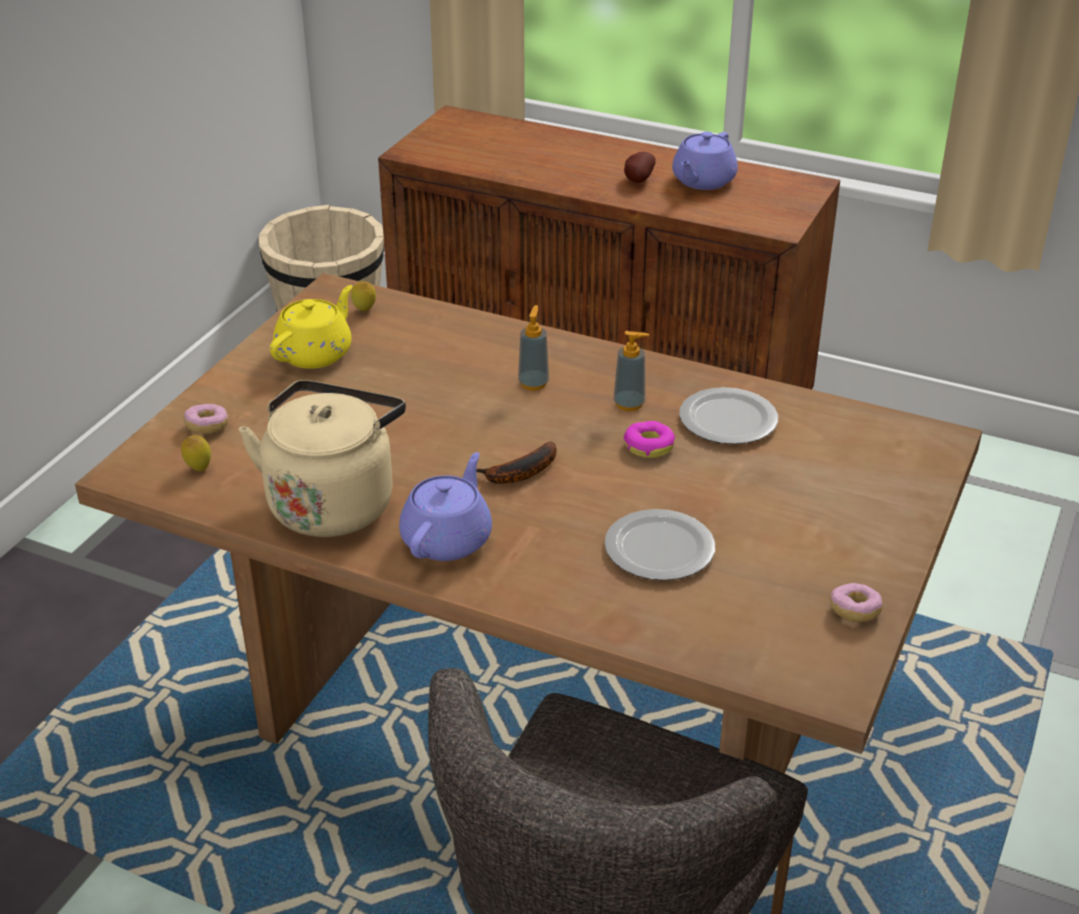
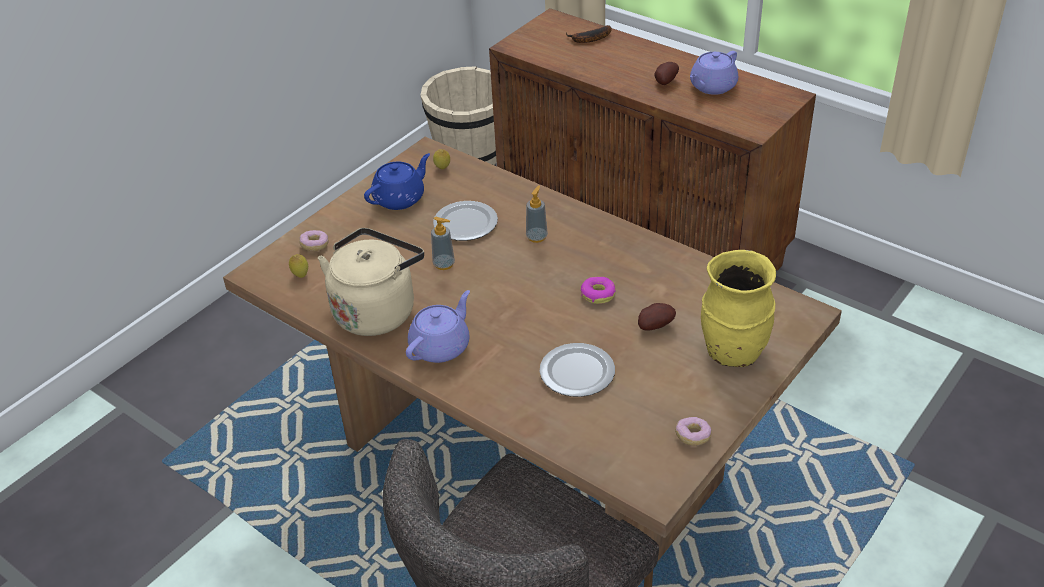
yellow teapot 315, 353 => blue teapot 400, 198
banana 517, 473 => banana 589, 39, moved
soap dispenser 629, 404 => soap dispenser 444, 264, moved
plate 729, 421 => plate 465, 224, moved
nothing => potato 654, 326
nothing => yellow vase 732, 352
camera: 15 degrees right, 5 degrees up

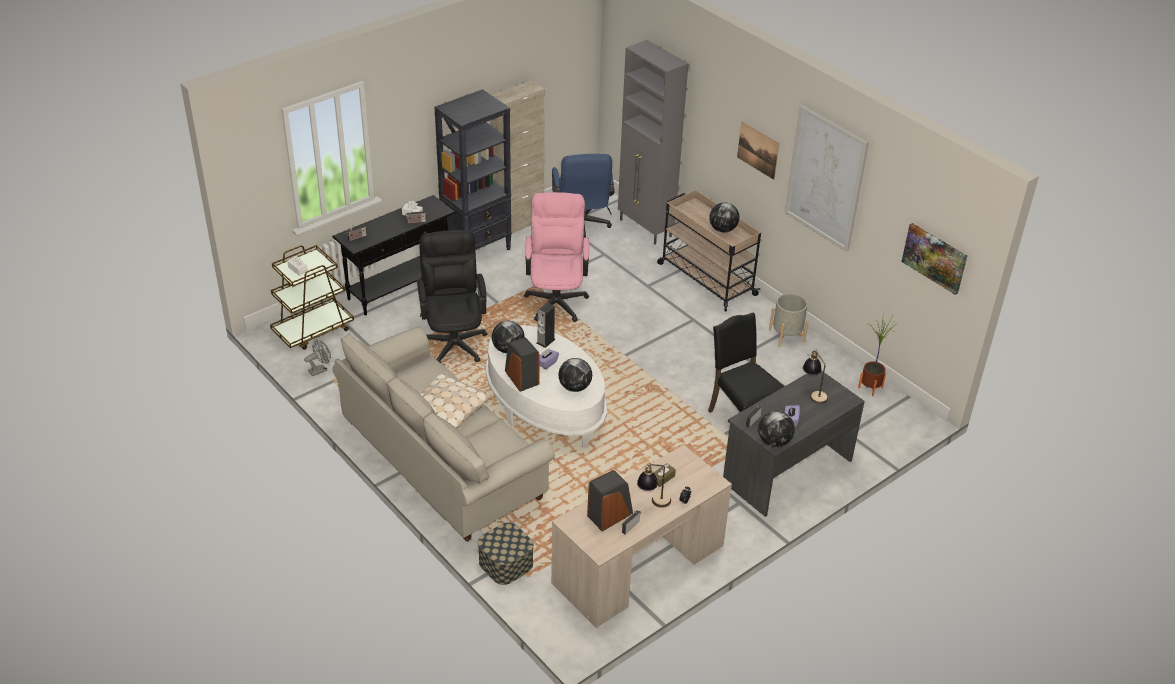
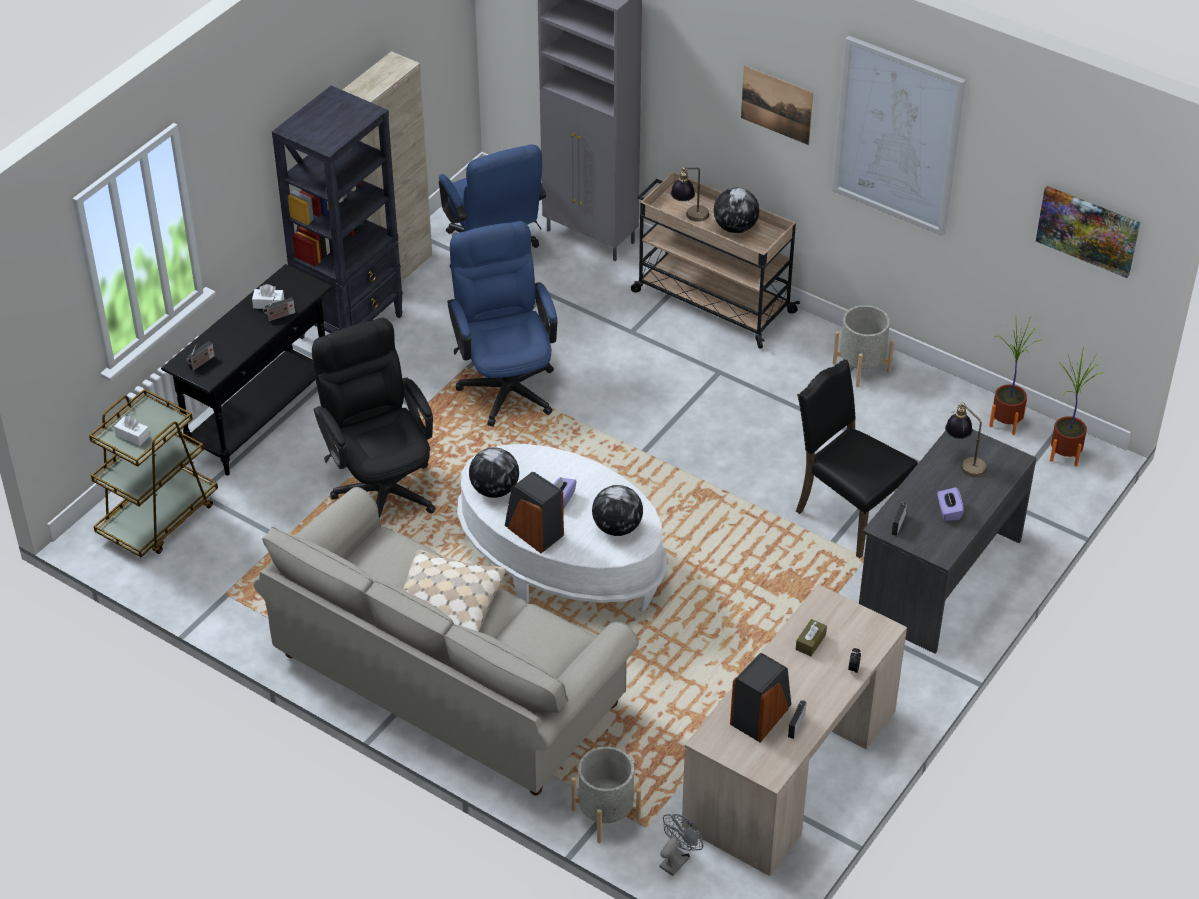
grey fan 320, 370 => grey fan 677, 859, moved
storage box 506, 563 => grey planter 606, 815
pink office chair 556, 298 => blue office chair 506, 383
speaker 545, 341 => nothing
table lamp 653, 502 => table lamp 689, 218, moved
globe 774, 442 => nothing
nothing => potted plant 1065, 455
camera: 15 degrees left, 5 degrees up

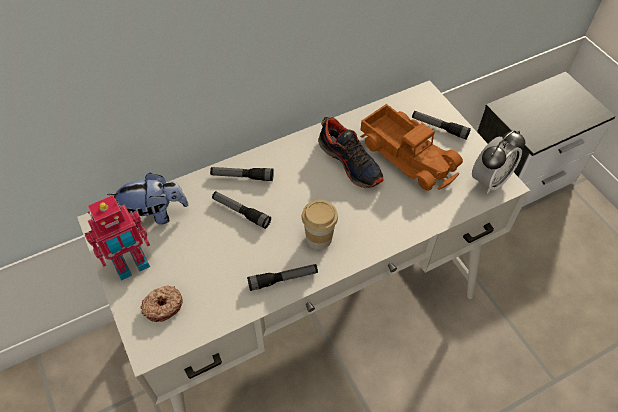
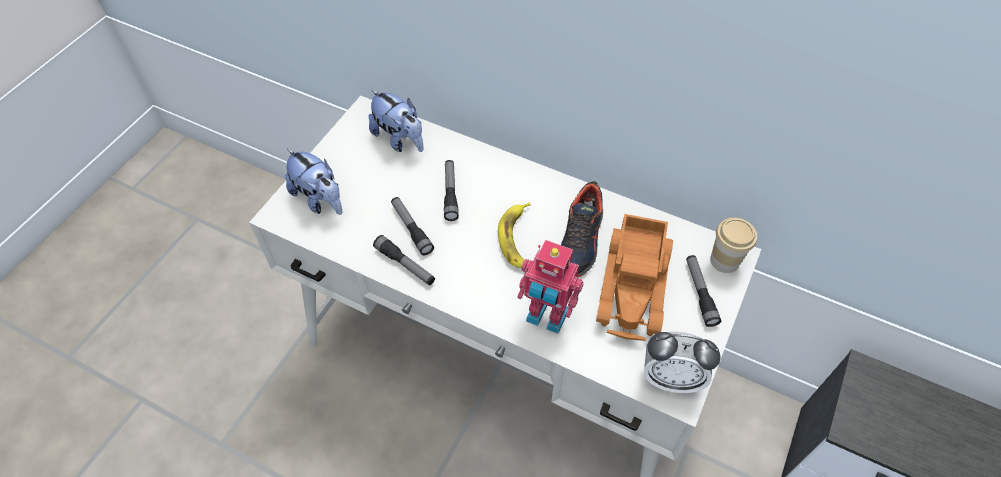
toy robot 131, 265 => toy robot 546, 317, moved
donut 163, 306 => plush toy 320, 199
flashlight 242, 176 => flashlight 411, 228, moved
cup 319, 238 => cup 724, 261, moved
nothing => banana 517, 239
camera: 55 degrees right, 0 degrees up

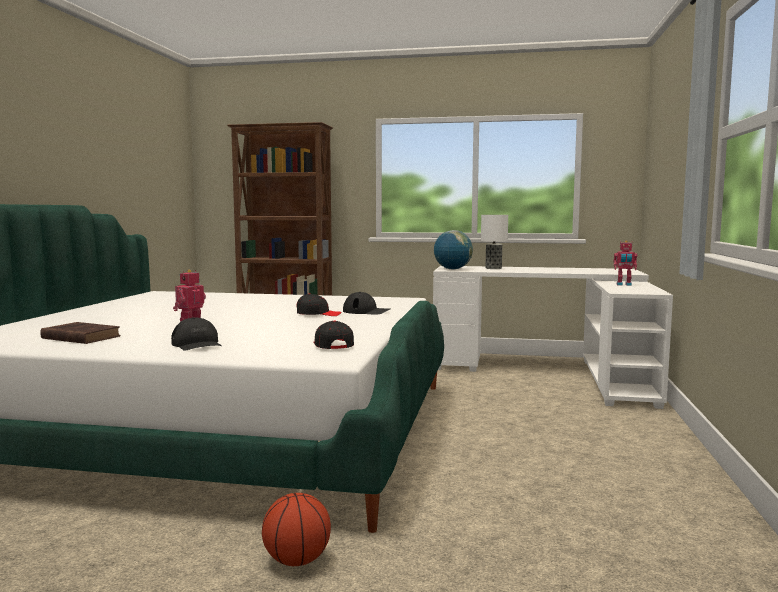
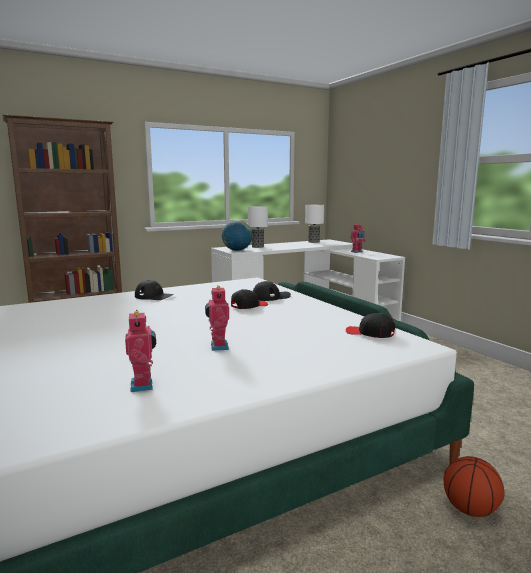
brown book 79, 337 => toy robot 143, 385
black cap 197, 344 => black cap 154, 296, moved
nothing => table lamp 313, 242
camera: 40 degrees left, 5 degrees up

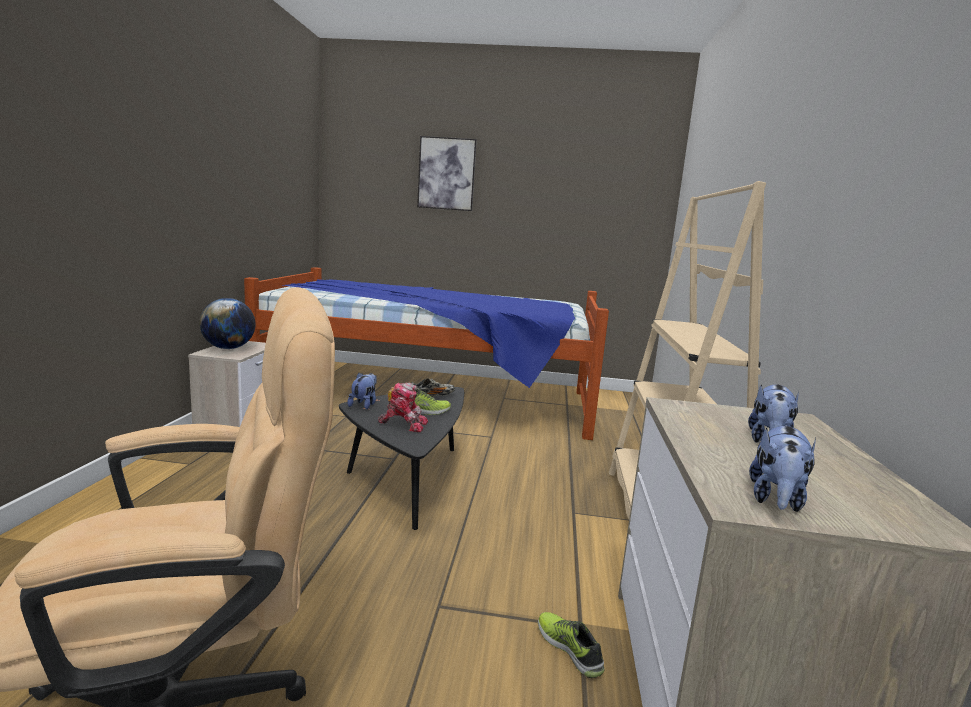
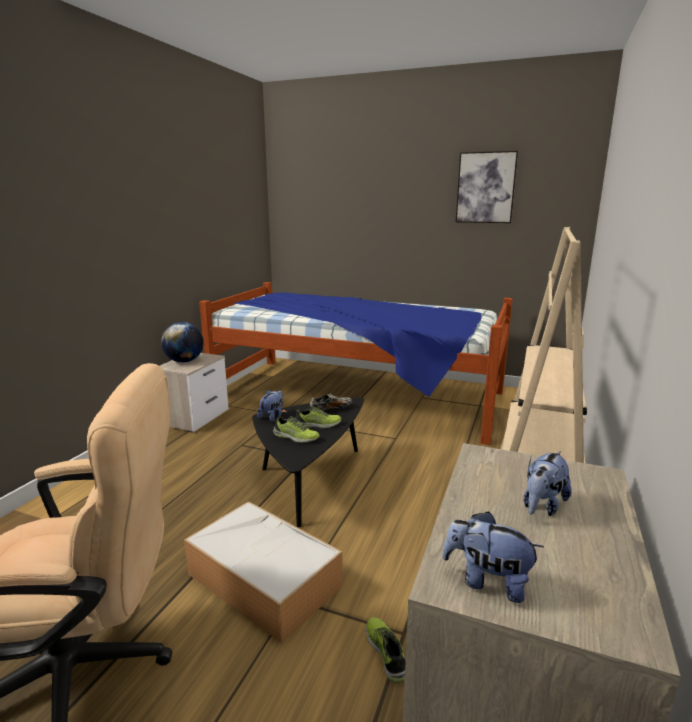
toy robot 403, 424 => shoe 295, 437
picture 446, 174 => picture 485, 187, moved
plush toy 776, 500 => plush toy 487, 581, 75 degrees clockwise
nothing => storage box 261, 579
camera: 15 degrees right, 5 degrees up

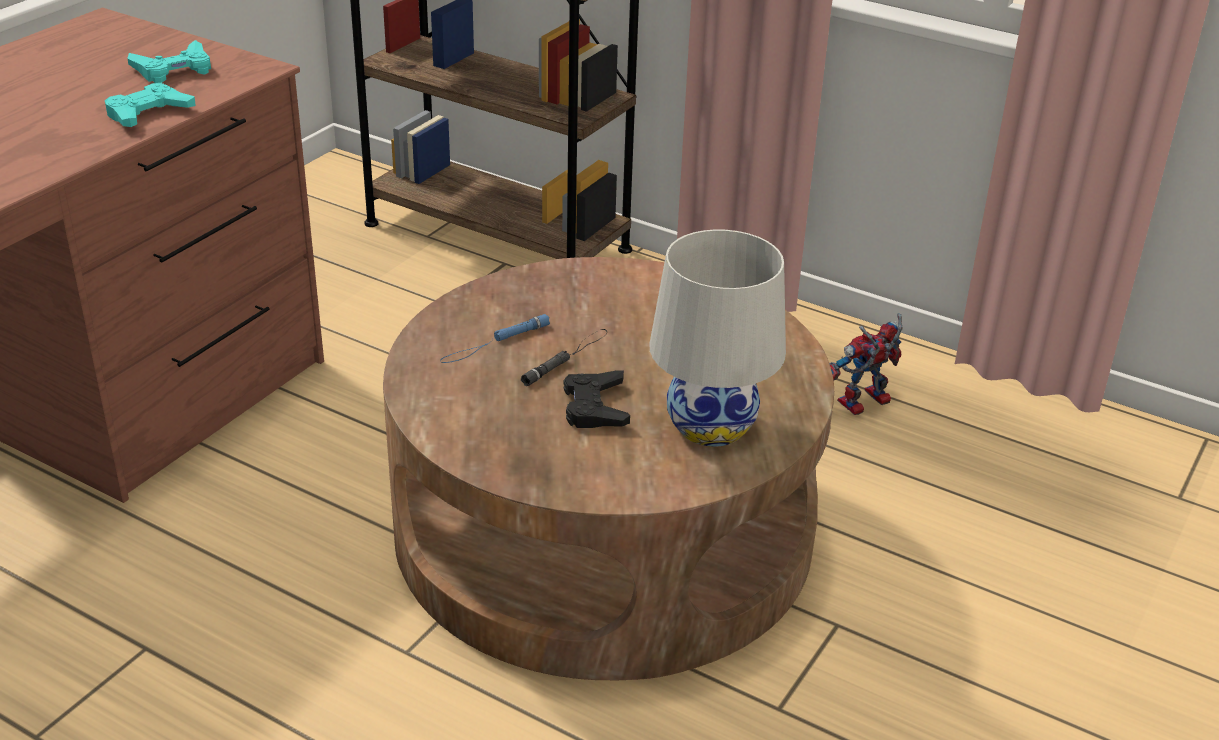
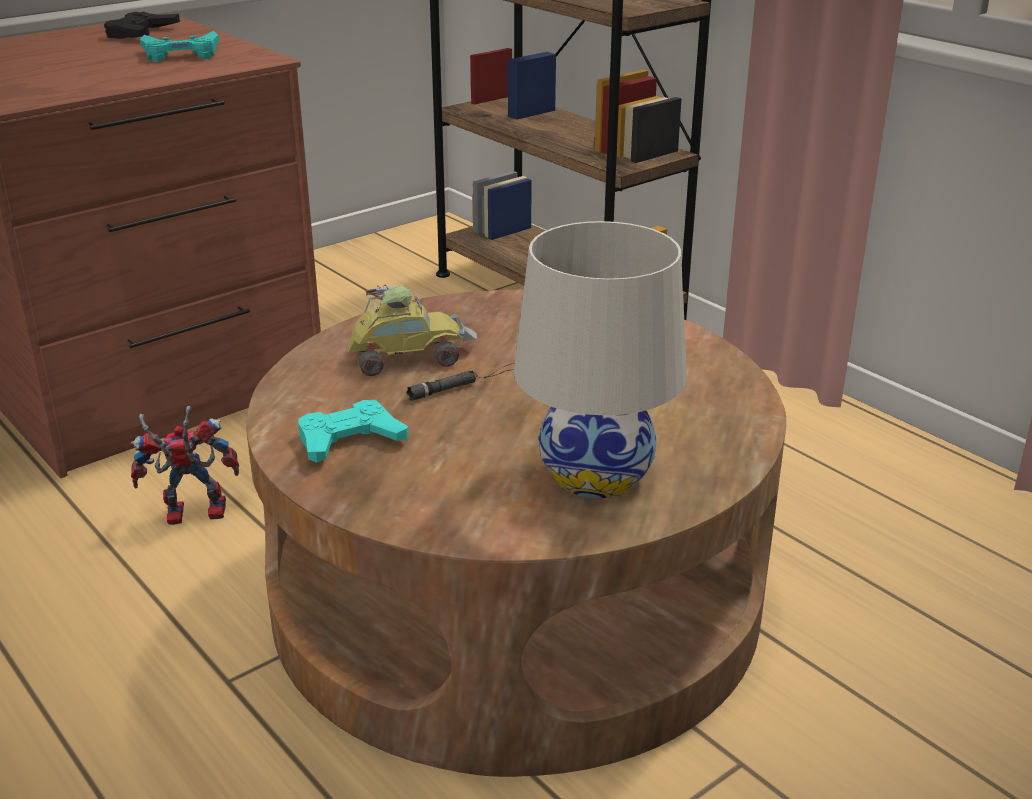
turquoise game controller 148, 113 => turquoise game controller 349, 440, moved
blue flashlight 494, 343 => toy car 407, 355
black game controller 595, 407 => black game controller 141, 33, moved
toy robot 862, 405 => toy robot 190, 515, moved
camera: 20 degrees right, 5 degrees down

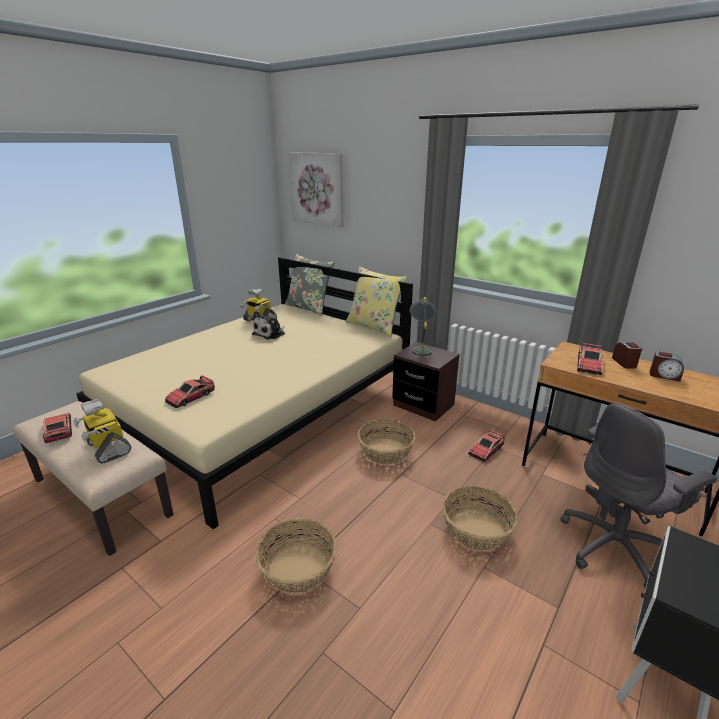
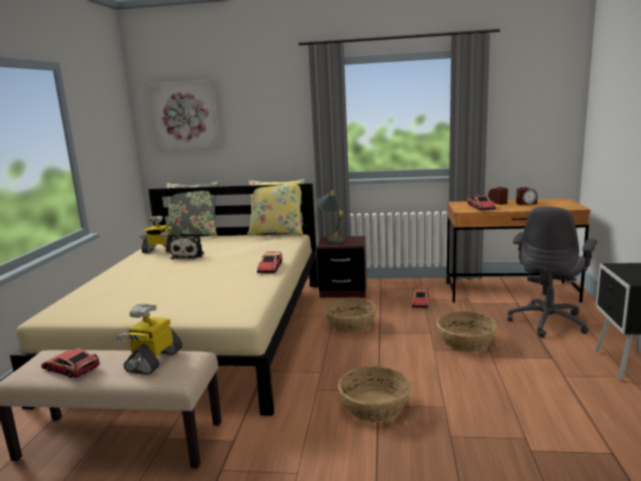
toy robot 107, 448 => toy robot 154, 360, 90 degrees clockwise
toy car 190, 397 => toy car 270, 268, moved
camera: 30 degrees left, 10 degrees down

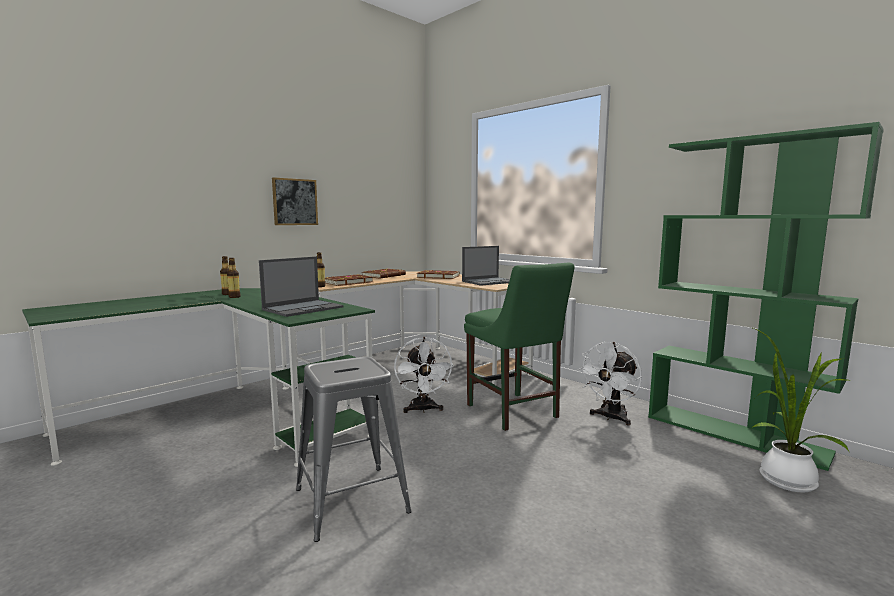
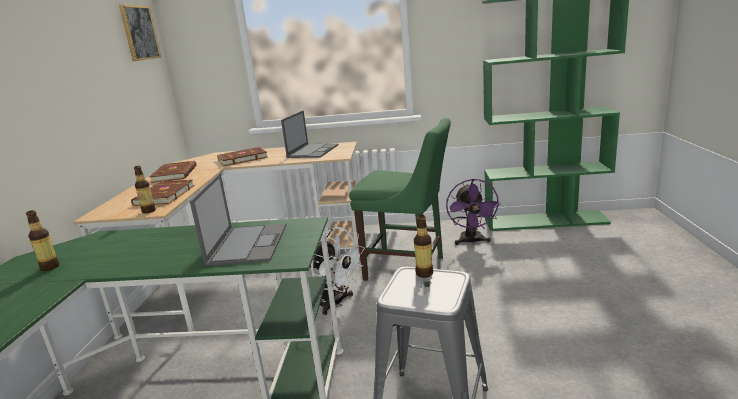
bottle 234, 297 => bottle 424, 274, moved
picture 295, 202 => picture 139, 33, moved
white fan 610, 418 => purple fan 472, 241
potted plant 783, 478 => nothing
camera: 40 degrees left, 10 degrees up

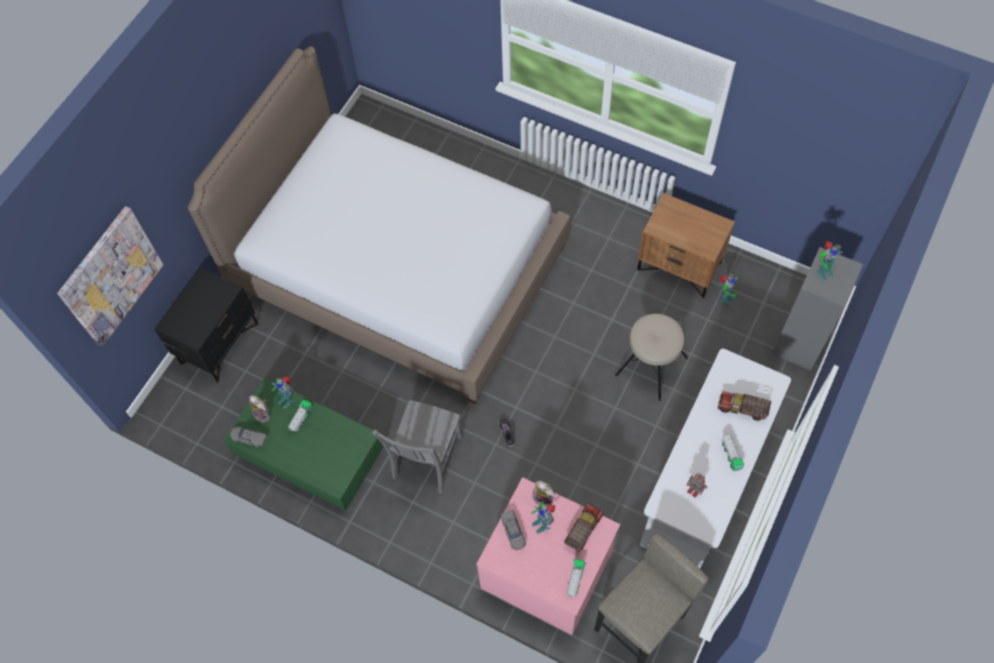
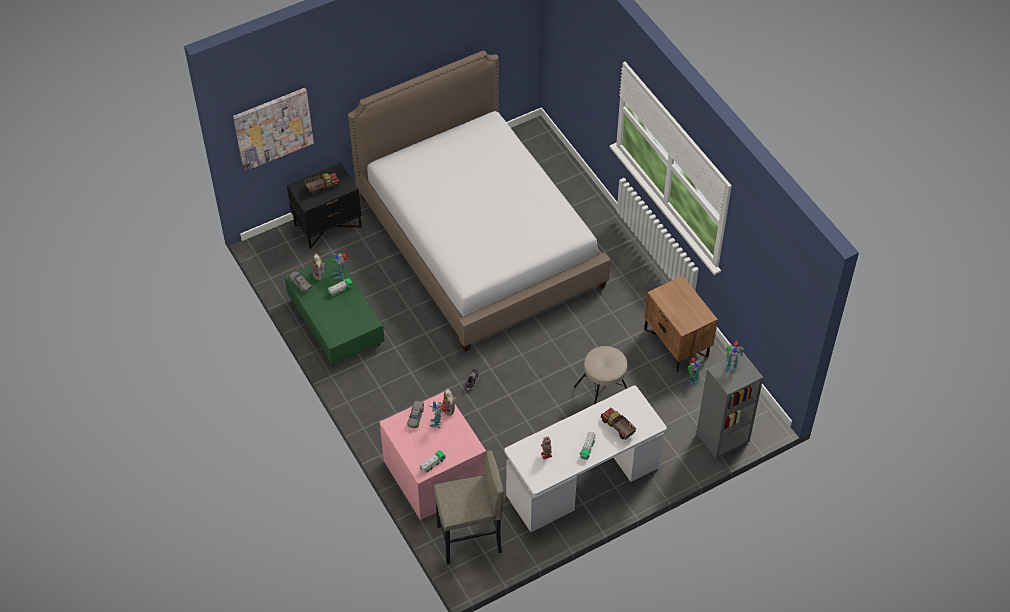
grey chair 426, 459 => nothing
toy truck 582, 530 => toy truck 322, 187, moved
camera: 30 degrees right, 10 degrees down

